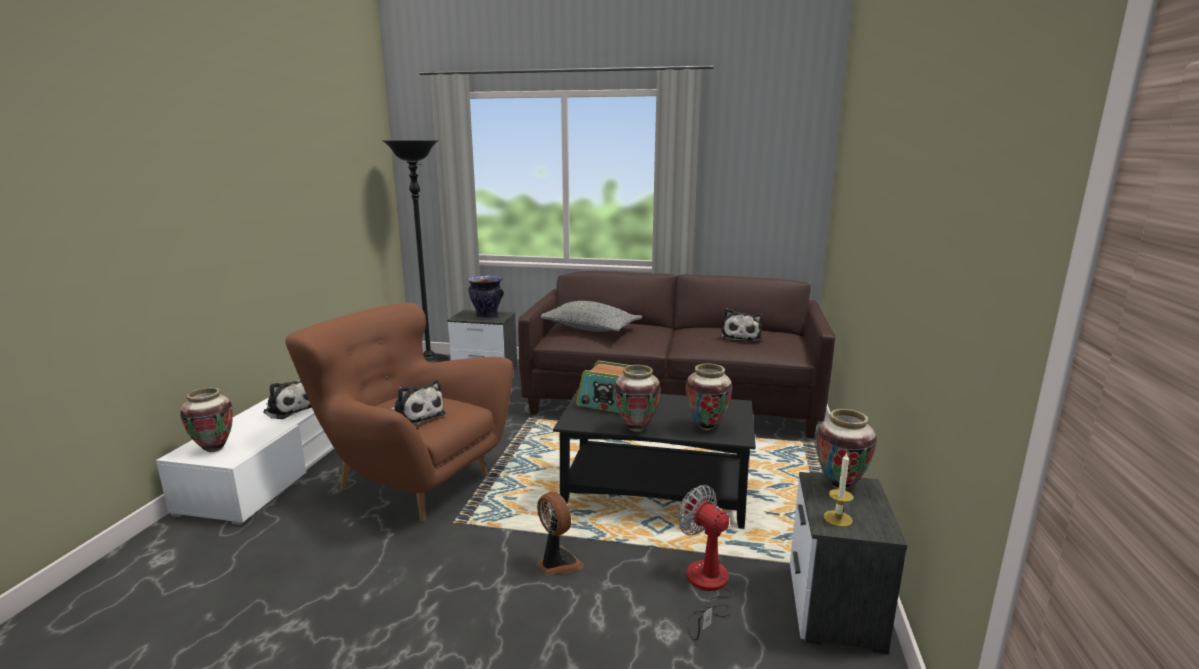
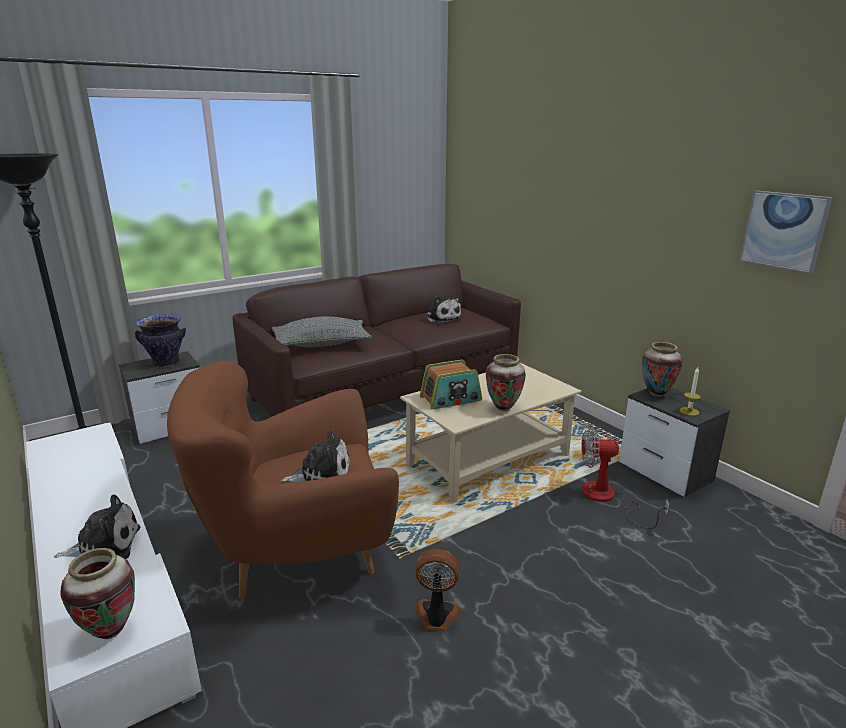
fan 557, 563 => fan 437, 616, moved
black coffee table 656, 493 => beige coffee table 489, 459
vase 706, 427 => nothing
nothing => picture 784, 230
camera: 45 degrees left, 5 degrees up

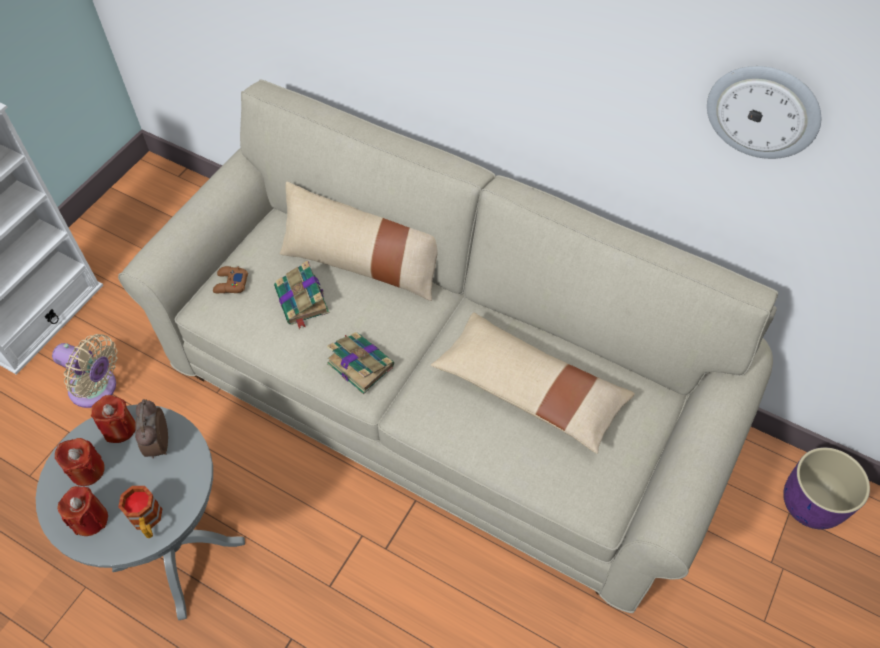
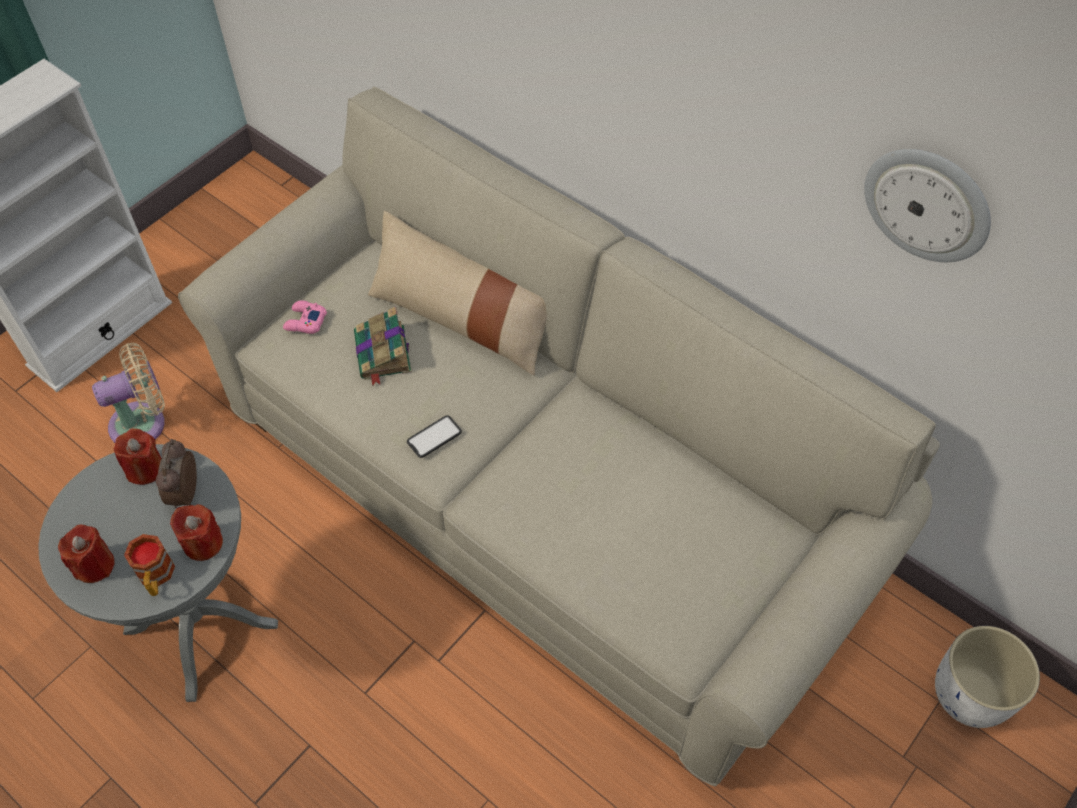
beige fan 97, 389 => beige fan 143, 423, 60 degrees counterclockwise
red candle 87, 470 => red candle 203, 543, moved
brown game controller 230, 283 => pink game controller 305, 321
book 359, 364 => phone 434, 437
beige pillow 530, 390 => nothing
purple planter 810, 503 => white planter 968, 693
camera: 10 degrees right, 0 degrees up

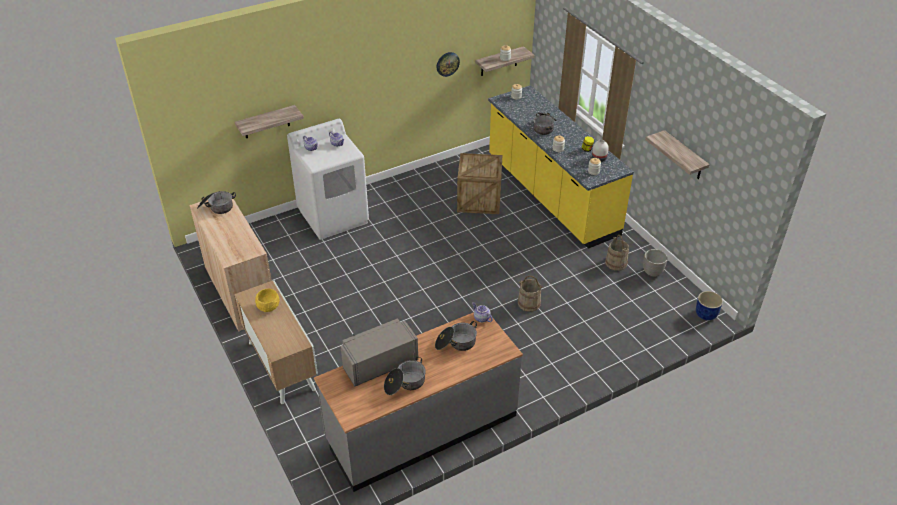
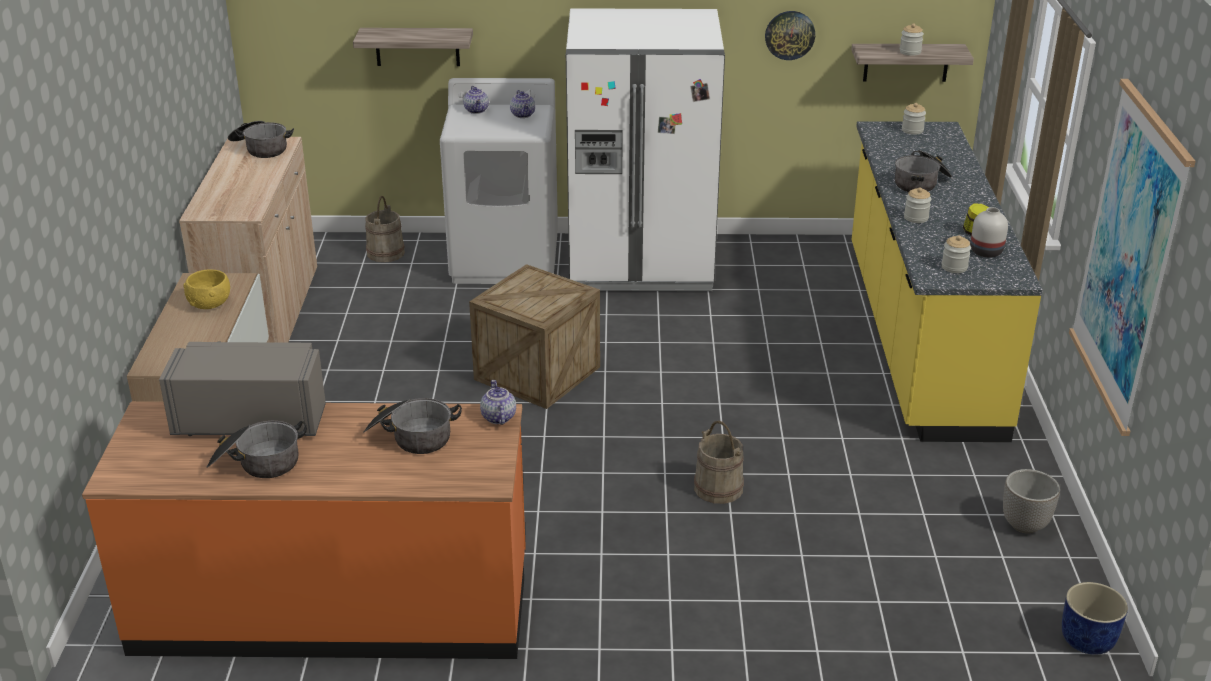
grey counter 421, 427 => orange counter 333, 606
crate 479, 200 => crate 537, 373, moved
beige bucket 616, 263 => beige bucket 386, 253, moved
shelf 684, 156 => picture 1128, 256
nothing => white fridge 641, 264
camera: 30 degrees right, 10 degrees down

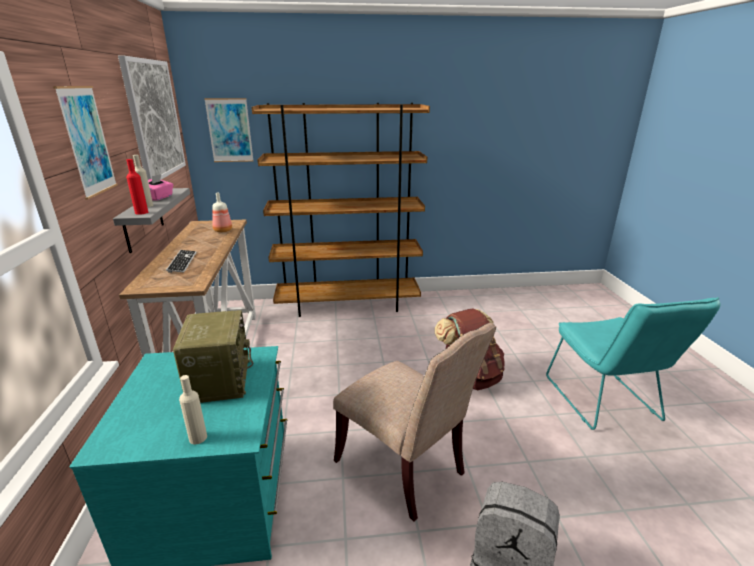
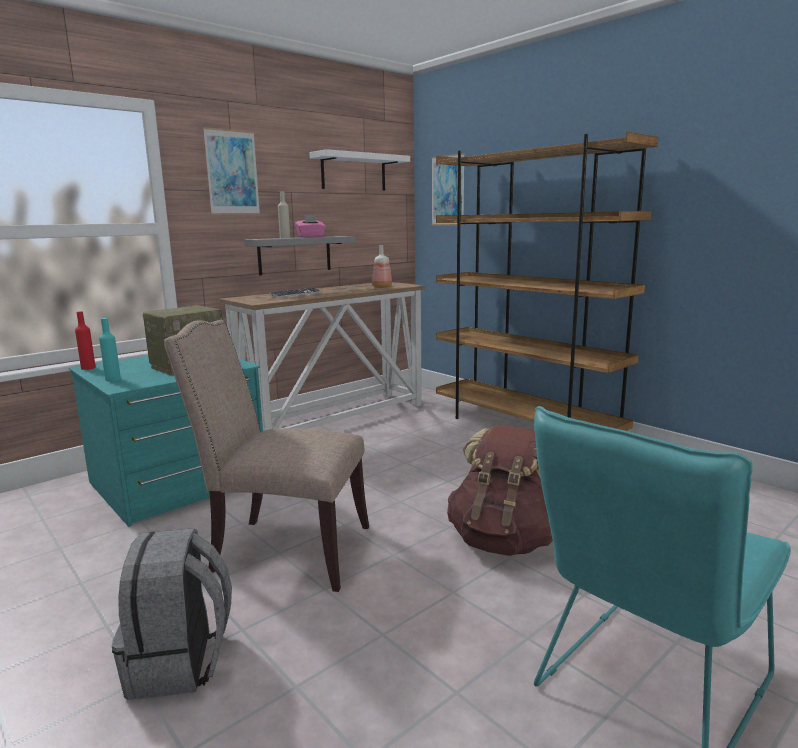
picture 154, 119 => white shelf 353, 172
red bottle 141, 212 => red bottle 88, 368, moved
beige bottle 198, 438 => turquoise bottle 113, 379
beige chair 405, 468 => beige chair 284, 550, 90 degrees clockwise
camera: 55 degrees right, 10 degrees down

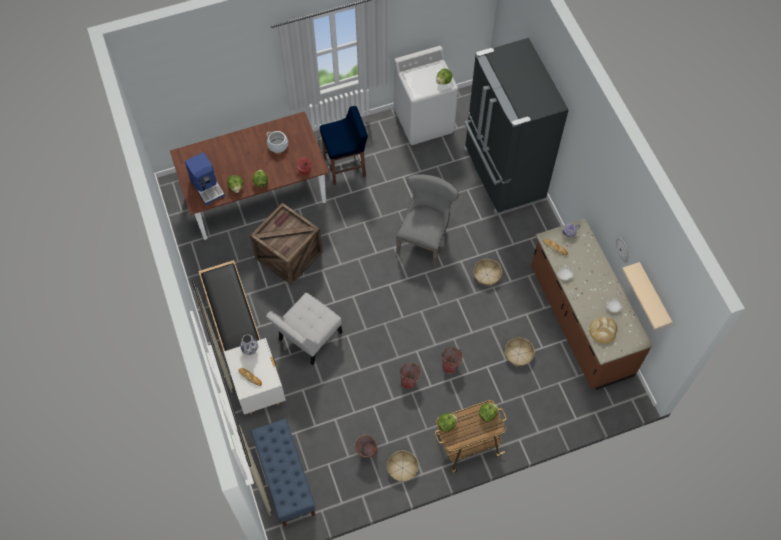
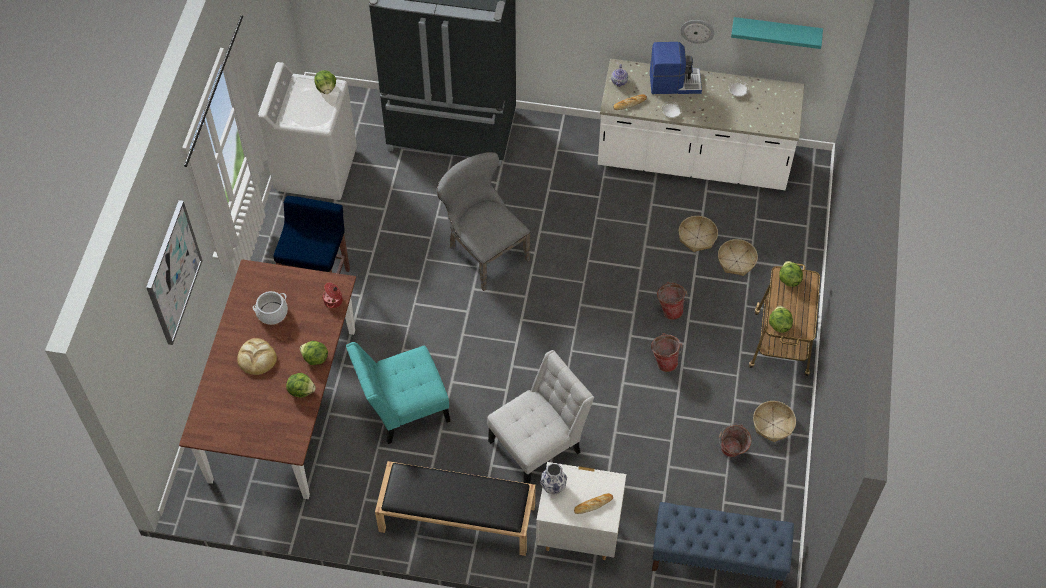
coffee machine 207, 186 => coffee machine 674, 82, moved
crate 289, 254 => turquoise chair 402, 408
white chair 308, 338 => white chair 539, 444, 105 degrees counterclockwise
basket 487, 274 => basket 736, 261, moved
brown counter 579, 322 => white counter 693, 161
bread 603, 330 => bread 257, 358, moved
beige shelf 653, 296 => turquoise shelf 776, 32
nothing => picture 173, 273
camera: 60 degrees left, 5 degrees down

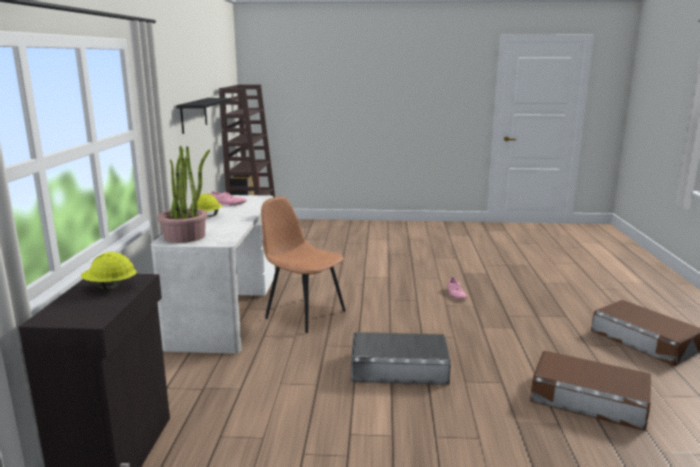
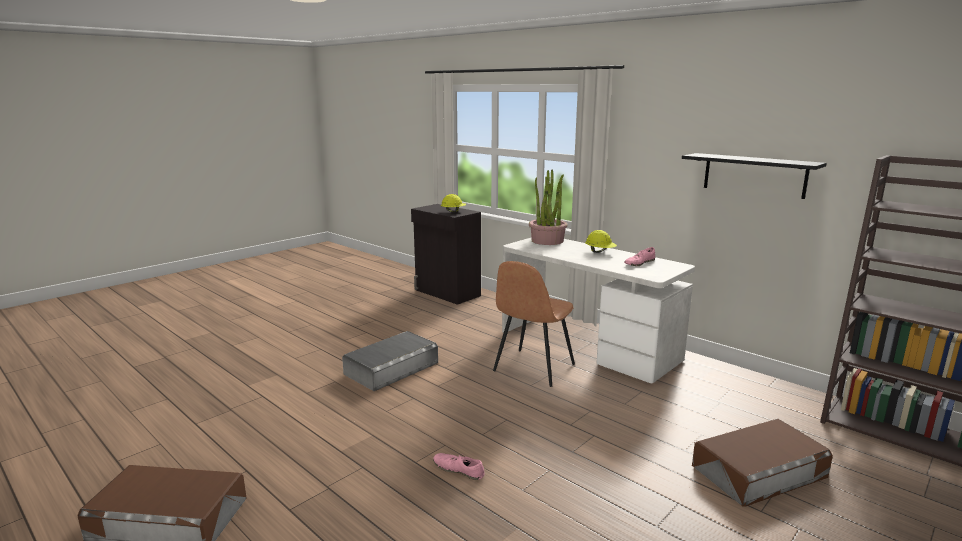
brown chair 304, 314 => brown chair 533, 368, 135 degrees clockwise
brown storage box 589, 399 => brown storage box 759, 471, moved
camera: 130 degrees right, 0 degrees up

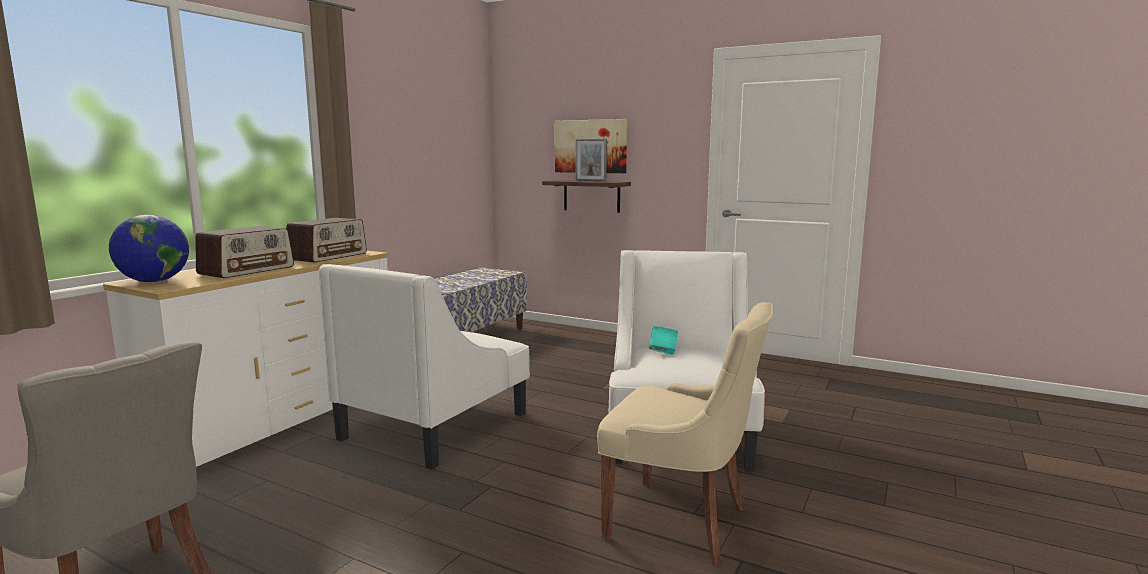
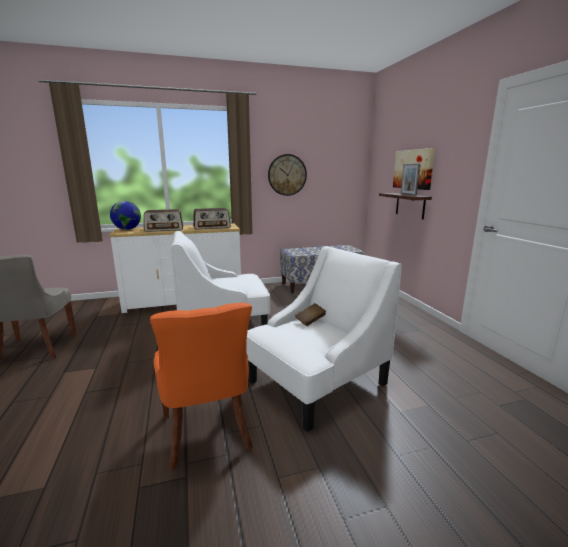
beige chair 681, 522 => orange chair 207, 433
turquoise book 663, 349 => brown book 310, 321
nothing => wall clock 287, 175
camera: 45 degrees right, 5 degrees up

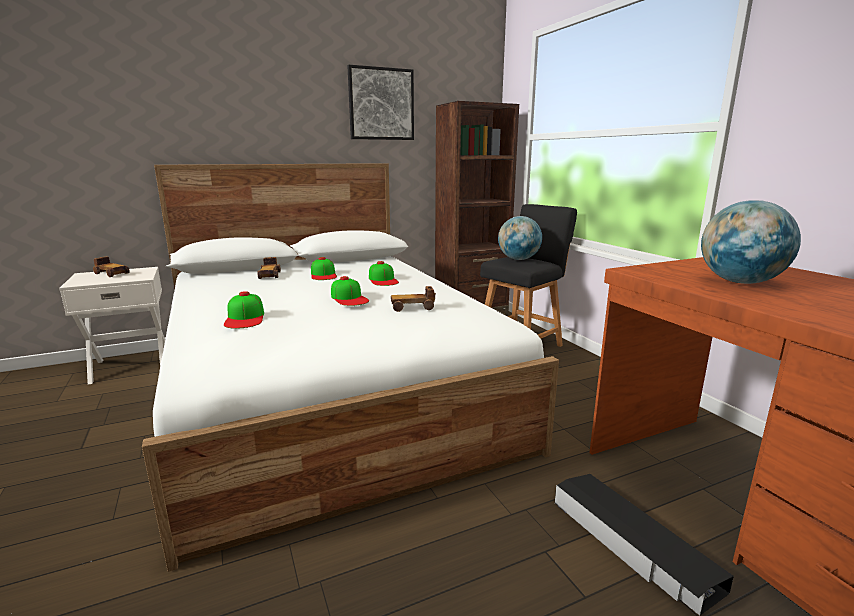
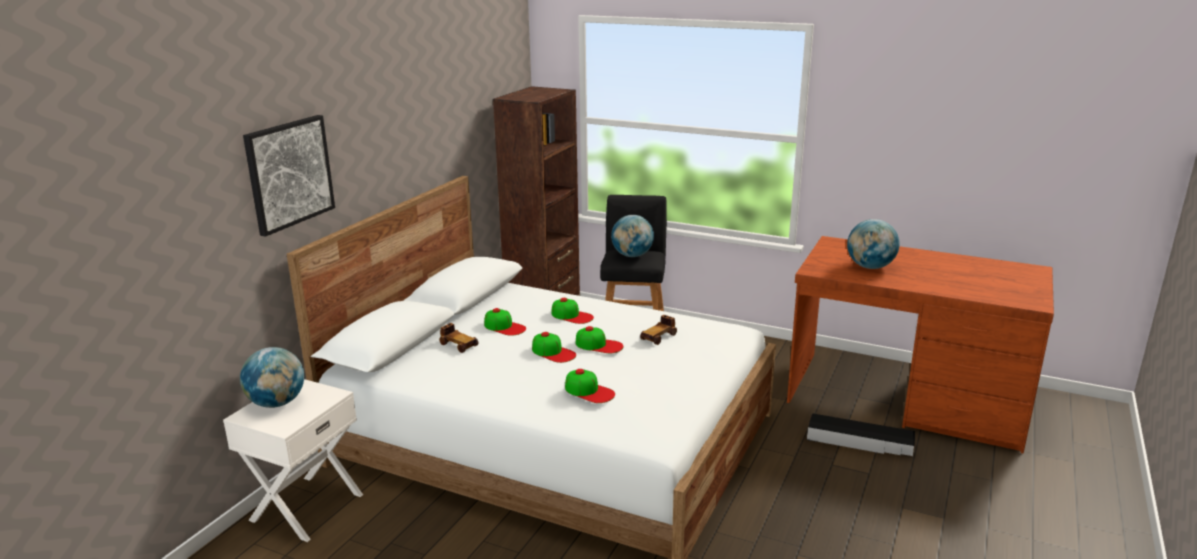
toy car 111, 273 => globe 277, 403
picture 381, 104 => picture 289, 173, moved
nothing => cap 553, 352
camera: 40 degrees left, 5 degrees up

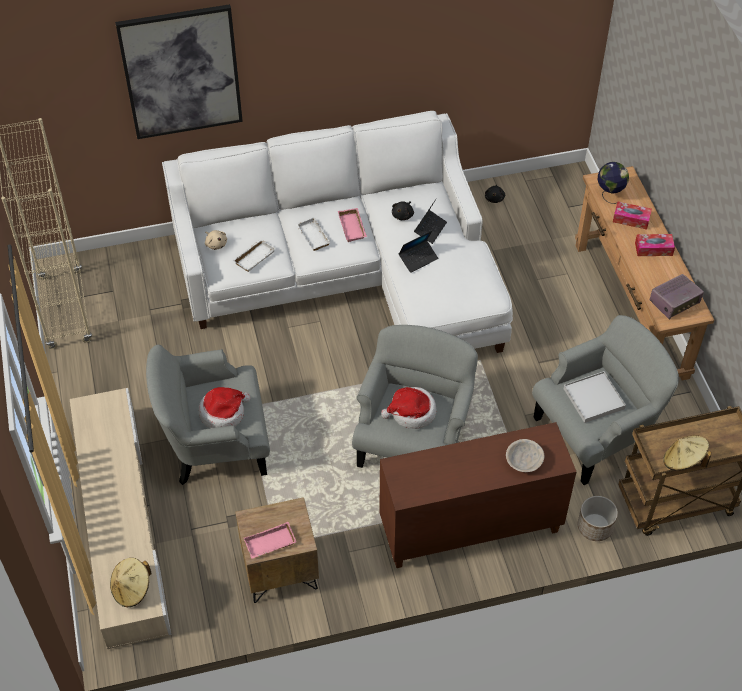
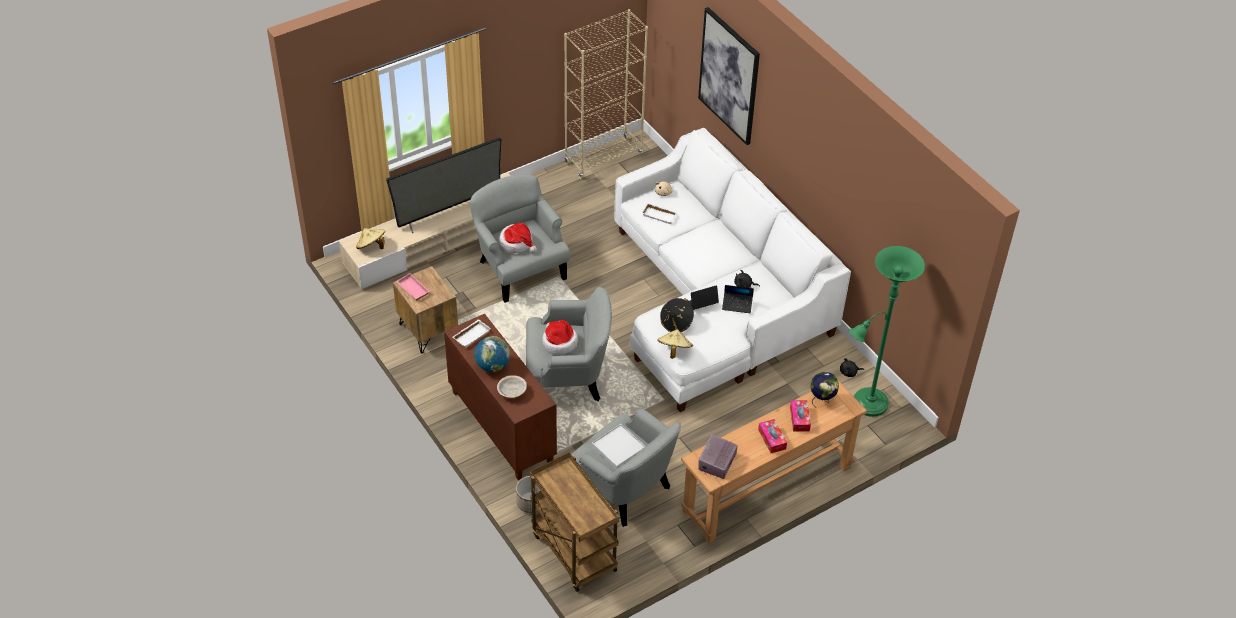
white tray 312, 236 => white tray 471, 335, moved
pink tray 353, 227 => nothing
laptop 418, 259 => laptop 701, 304, 120 degrees clockwise
radio 674, 302 => radio 716, 462, 75 degrees clockwise
beige hat 683, 461 => beige hat 674, 350, moved
nothing => television 449, 209
nothing => globe 492, 366
nothing => black hat 676, 323
nothing => green floor lamp 866, 405
camera: 70 degrees right, 5 degrees down

